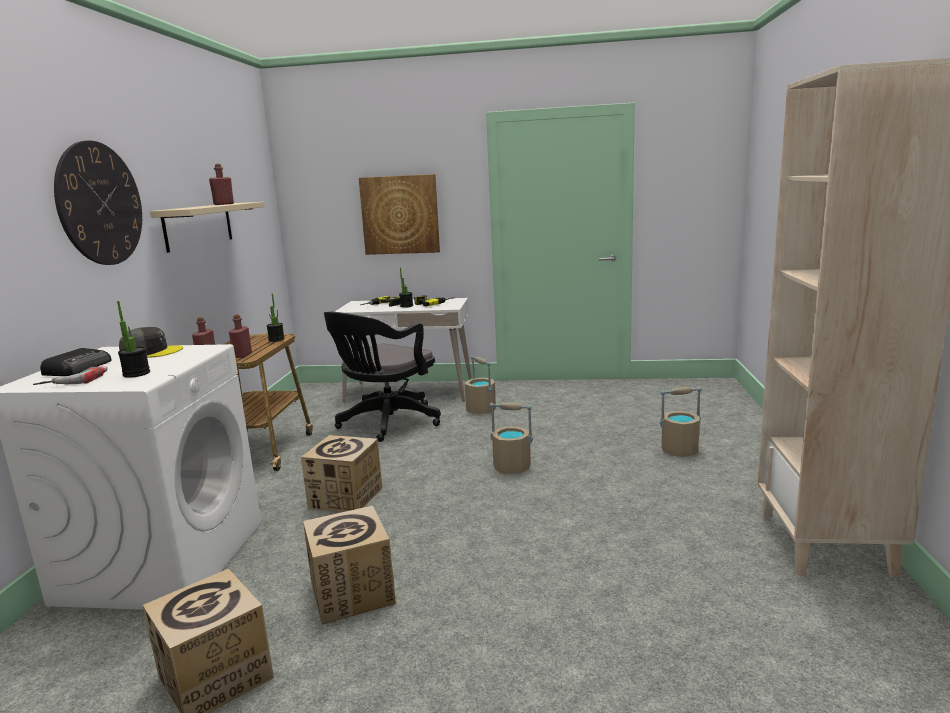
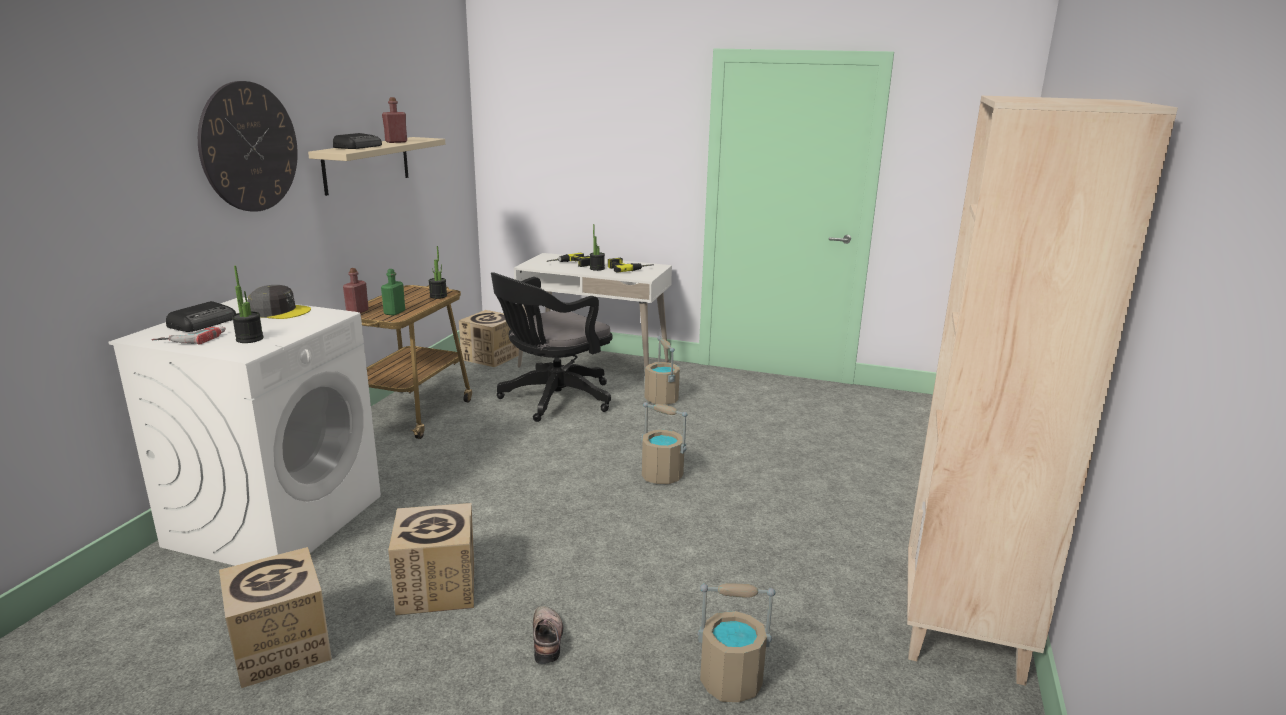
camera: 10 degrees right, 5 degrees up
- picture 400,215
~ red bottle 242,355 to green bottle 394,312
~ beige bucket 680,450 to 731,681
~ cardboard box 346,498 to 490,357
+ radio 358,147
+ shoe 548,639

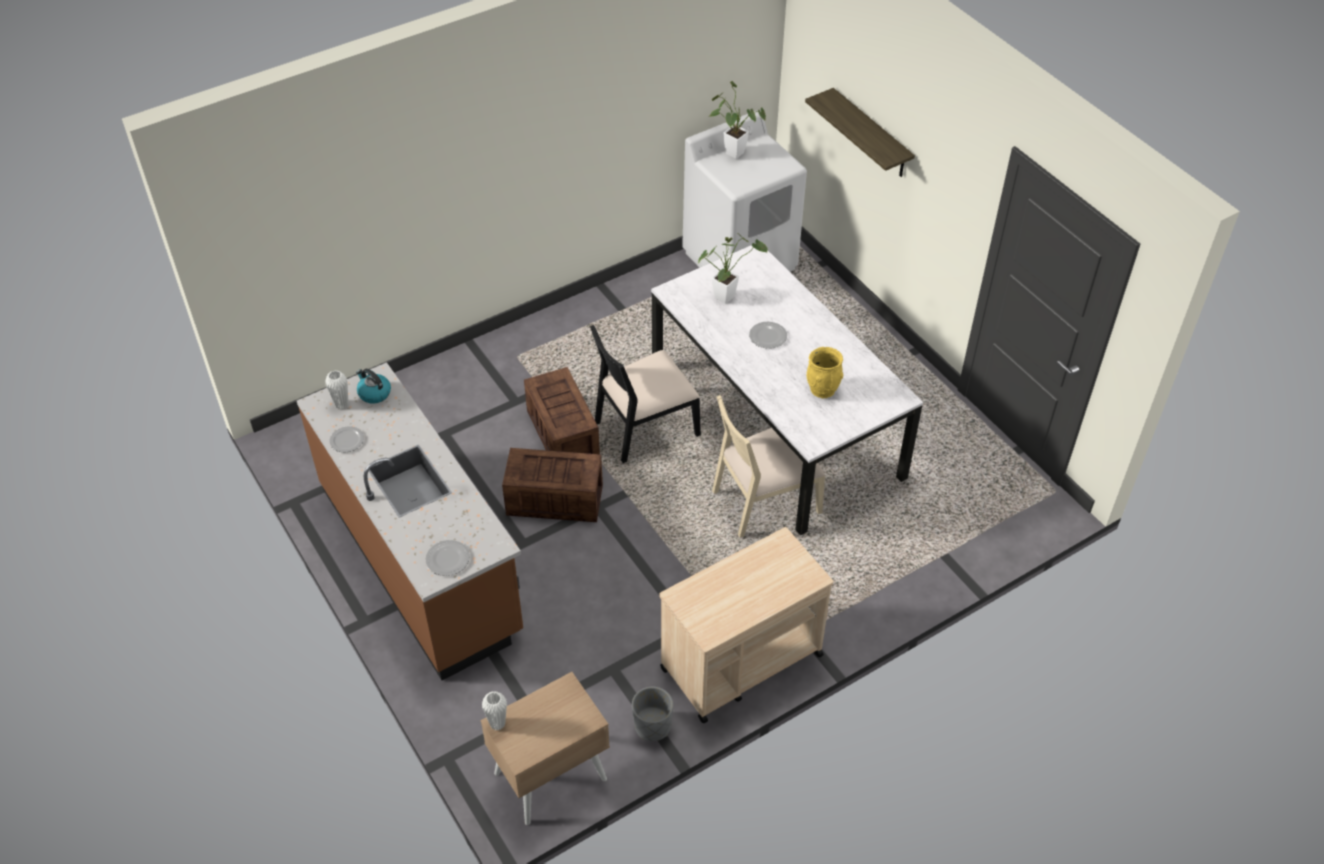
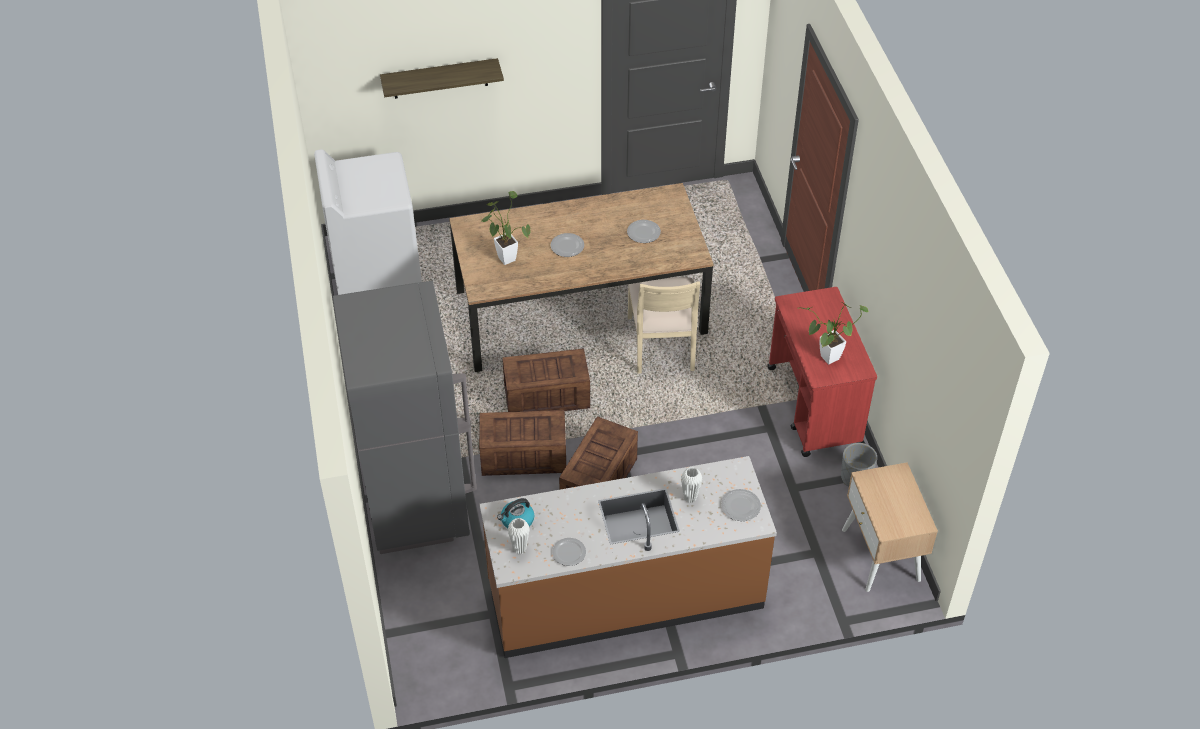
camera: 70 degrees left, 0 degrees up
~ potted plant 731,151 to 826,359
~ white dining table 774,420 to brown dining table 579,312
~ black chair 645,428 to crate 545,397
~ yellow vase 823,389 to plate 643,232
~ beige cart 740,662 to red cart 814,407
~ white vase 497,724 to 690,497
+ grey fridge 416,503

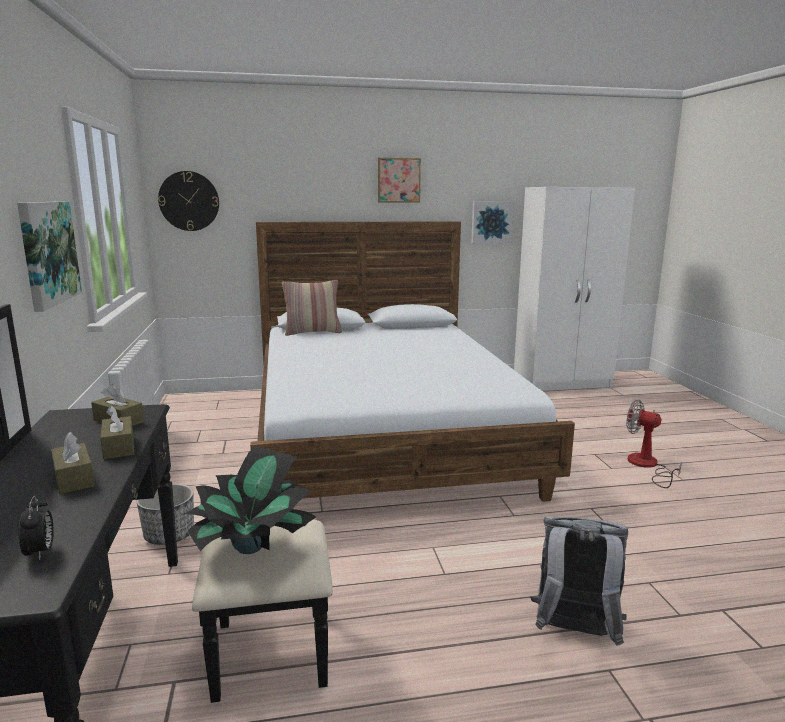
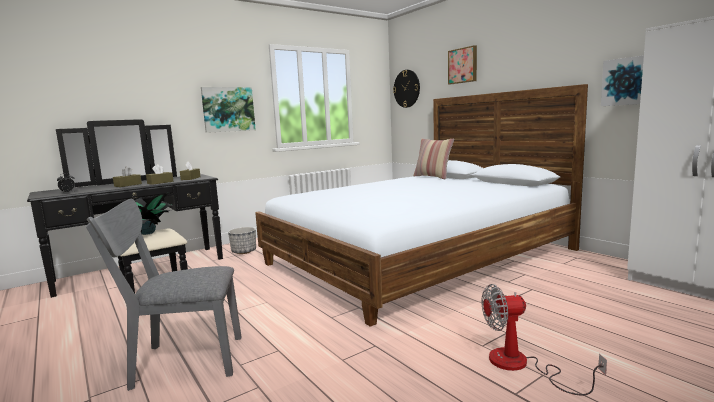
camera: 65 degrees right, 5 degrees down
~ picture 398,180 to 463,65
~ fan 647,466 = 521,365 105 degrees counterclockwise
~ grey backpack 574,633 to grey chair 180,361

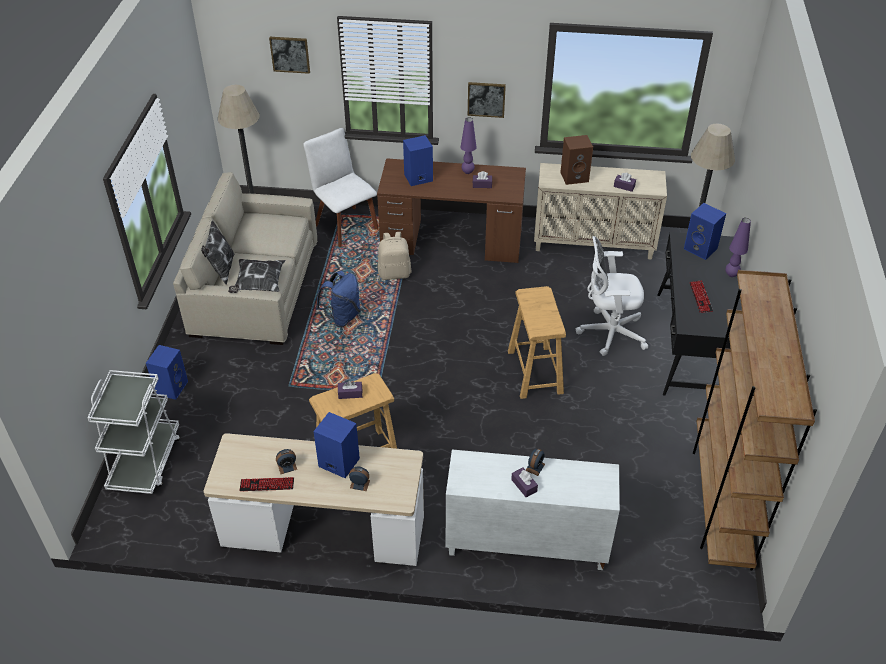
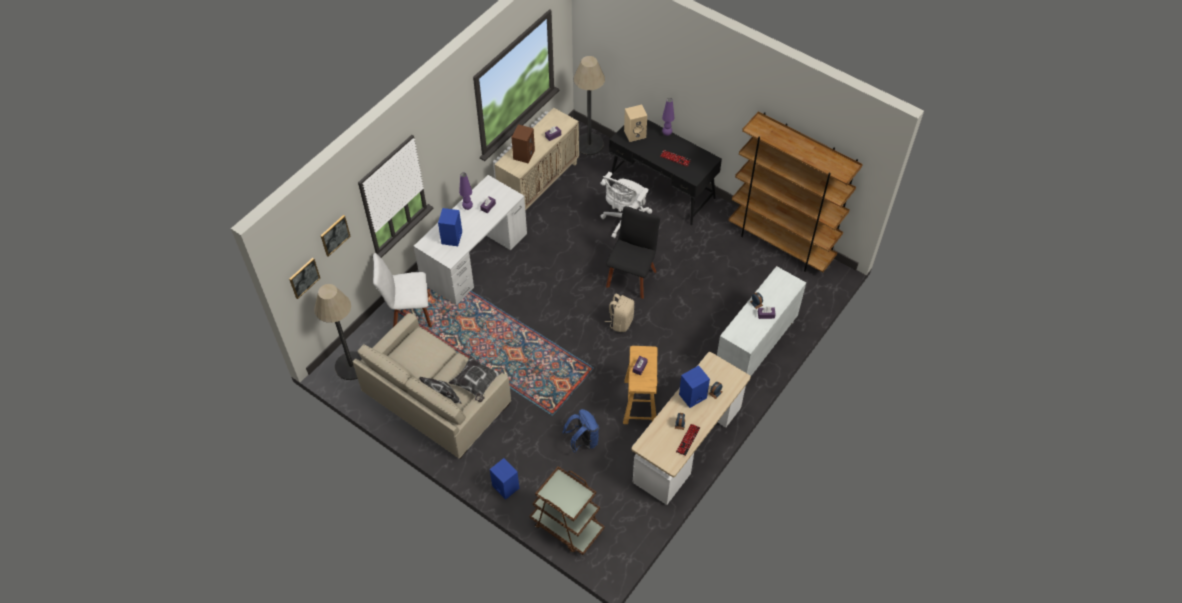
camera: 60 degrees left, 10 degrees up
~ picture 486,99 to 304,277
~ brown desk 452,240 to white desk 475,257
~ blue speaker 701,249 to beige speaker 635,133
~ beige backpack 395,273 to 620,322
~ blue backpack 342,317 to 583,441
~ beige stool 535,372 to black chair 632,276
~ white cart 145,461 to brown cart 566,525

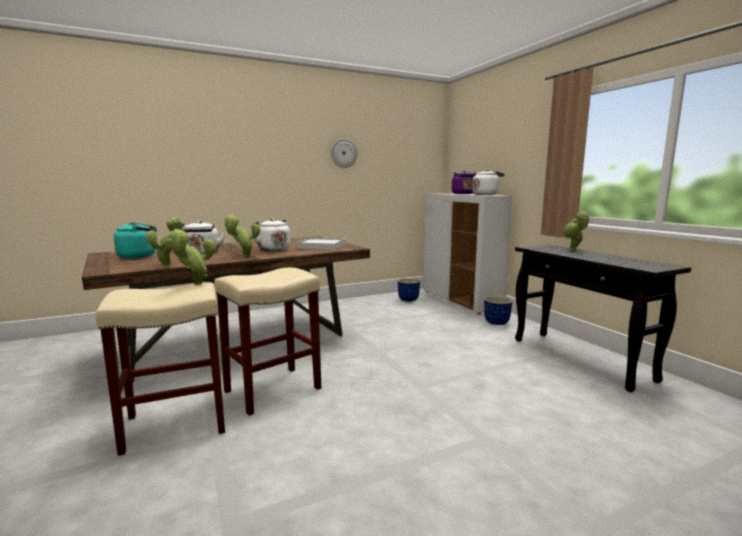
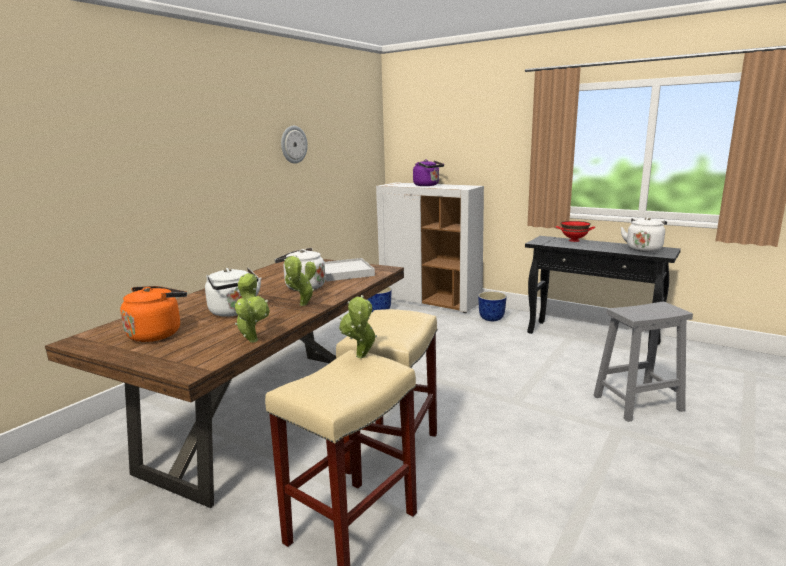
camera: 30 degrees left, 5 degrees up
~ white kettle 486,194 to 643,249
~ potted plant 573,250 to red bowl 574,240
~ turquoise kettle 139,256 to orange kettle 157,333
+ grey stool 638,402

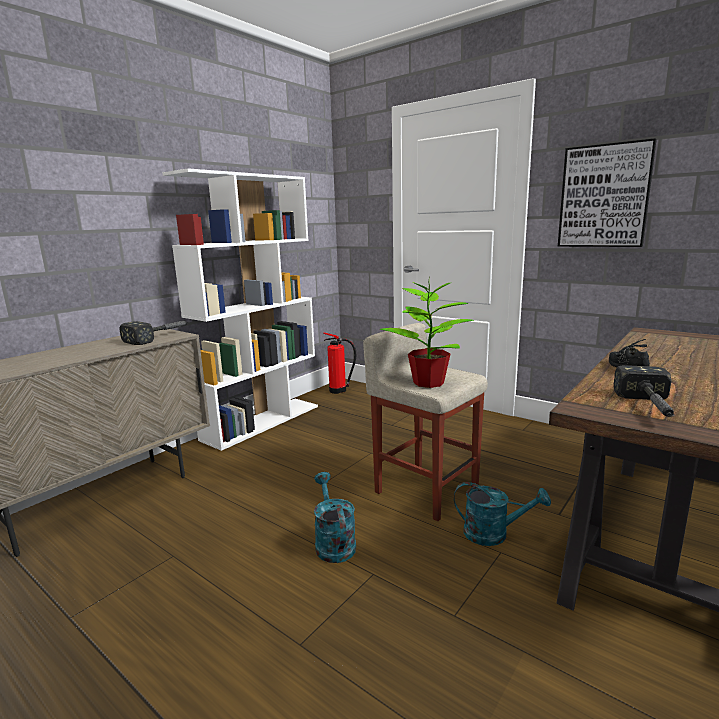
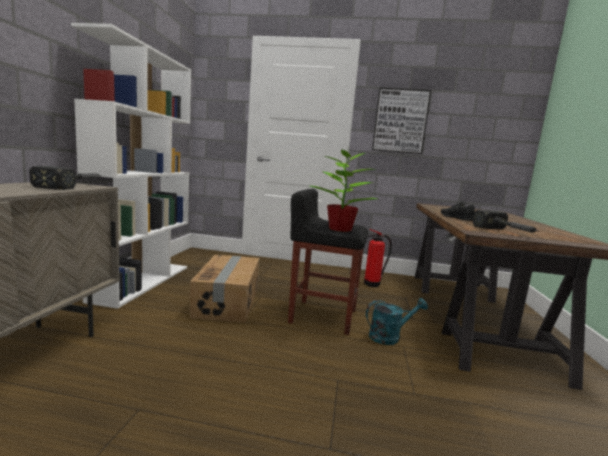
camera: 30 degrees left, 5 degrees down
~ beige stool 425,489 to black stool 322,316
~ fire extinguisher 339,390 to 373,284
- turquoise watering can 333,543
+ cardboard box 228,301

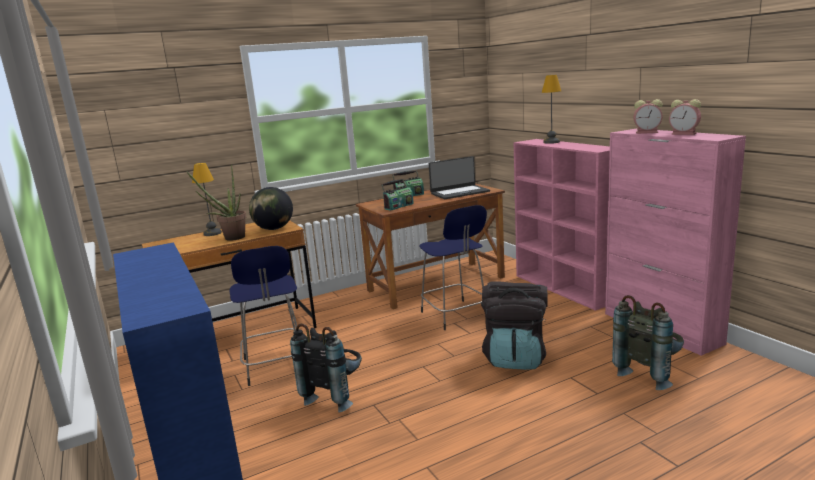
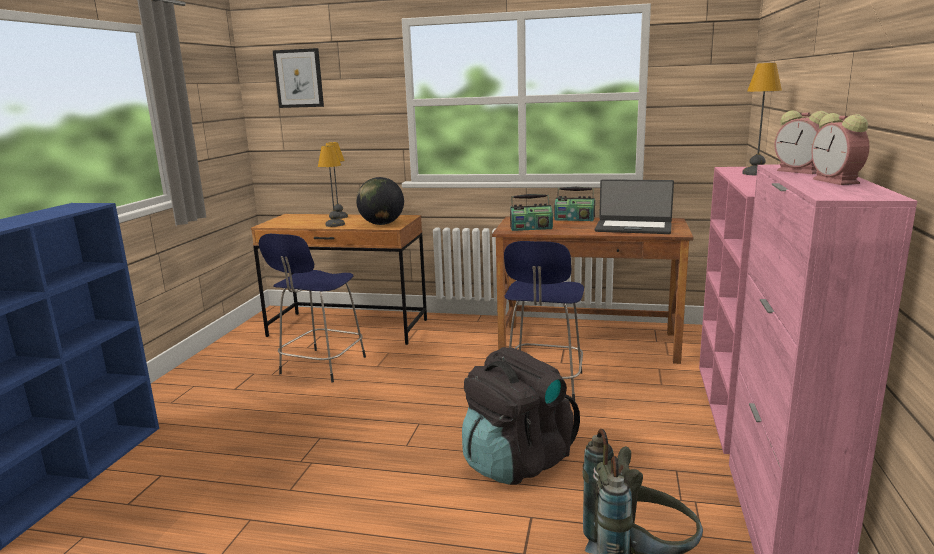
camera: 40 degrees right, 0 degrees up
~ potted plant 230,238 to table lamp 335,224
- black backpack 335,395
+ picture 299,78

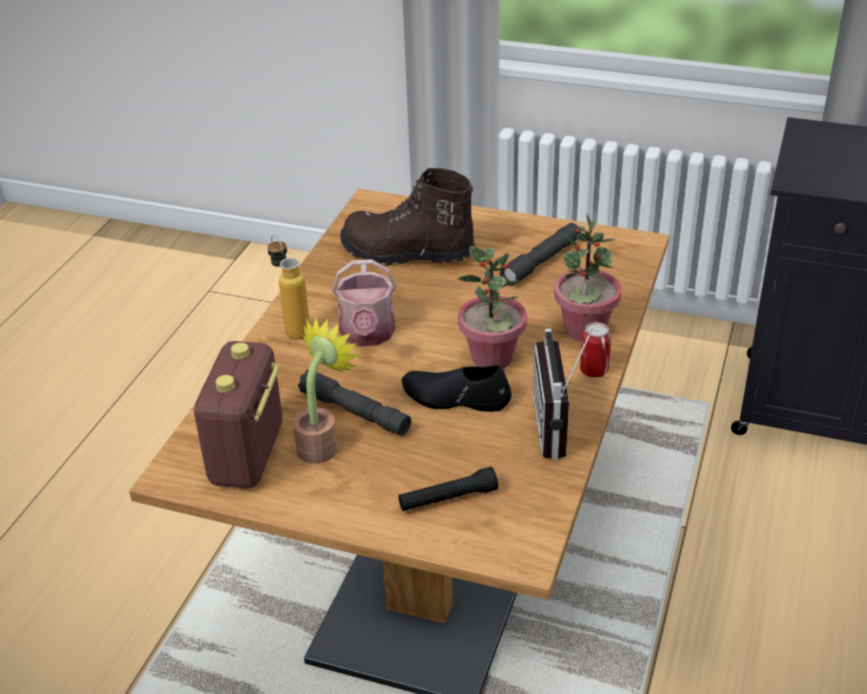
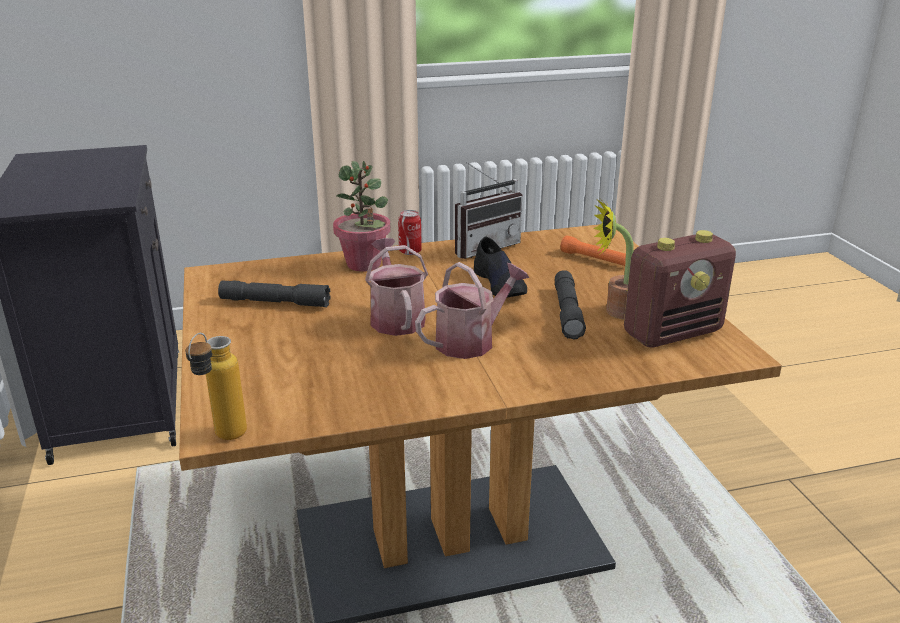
camera: 125 degrees left, 10 degrees down
- brown boot 407,254
~ bottle 292,328 to 223,439
- potted plant 492,358
~ black flashlight 448,499 to orange flashlight 594,259
+ watering can 396,317

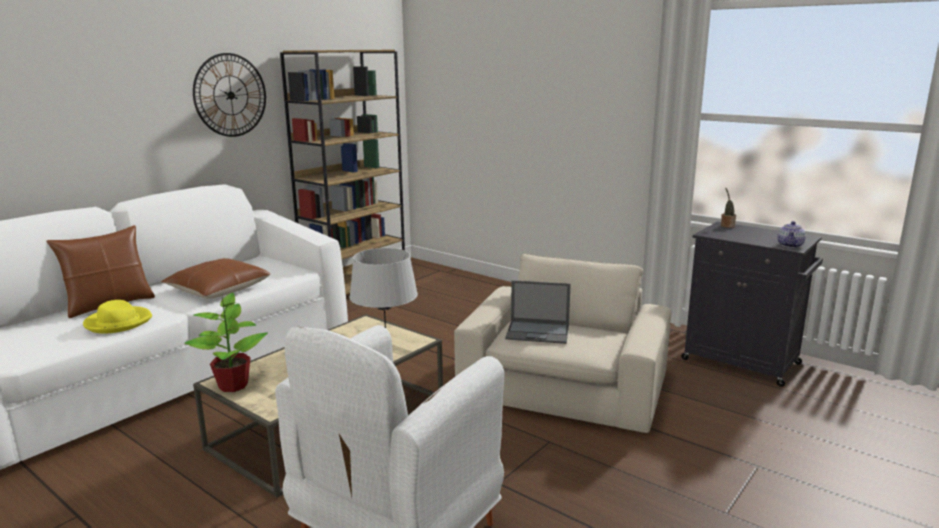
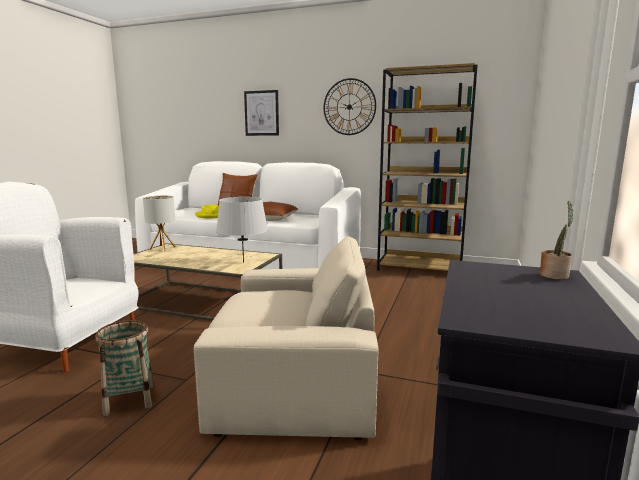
camera: 70 degrees right, 5 degrees down
- teapot 790,245
- laptop 538,332
~ potted plant 233,385 to table lamp 162,248
+ picture 261,113
+ basket 129,399

